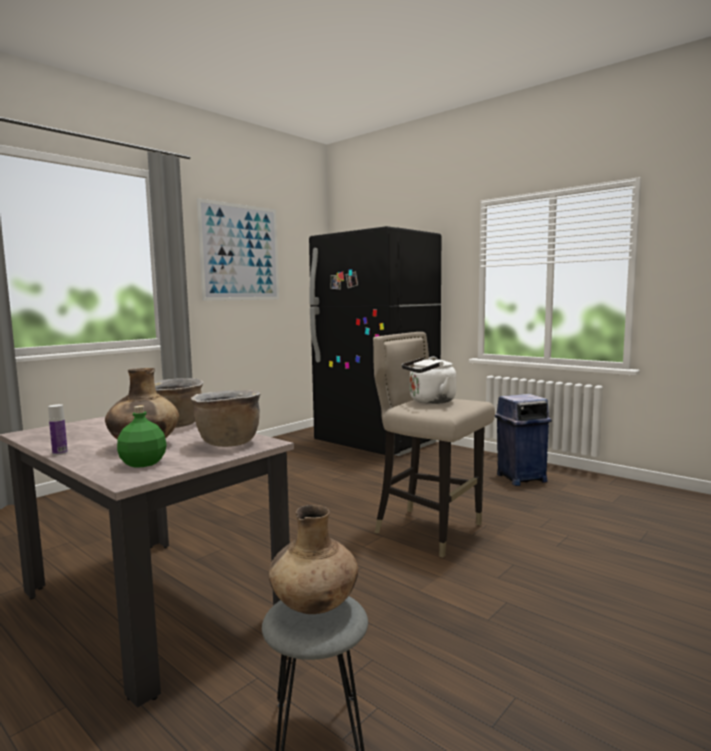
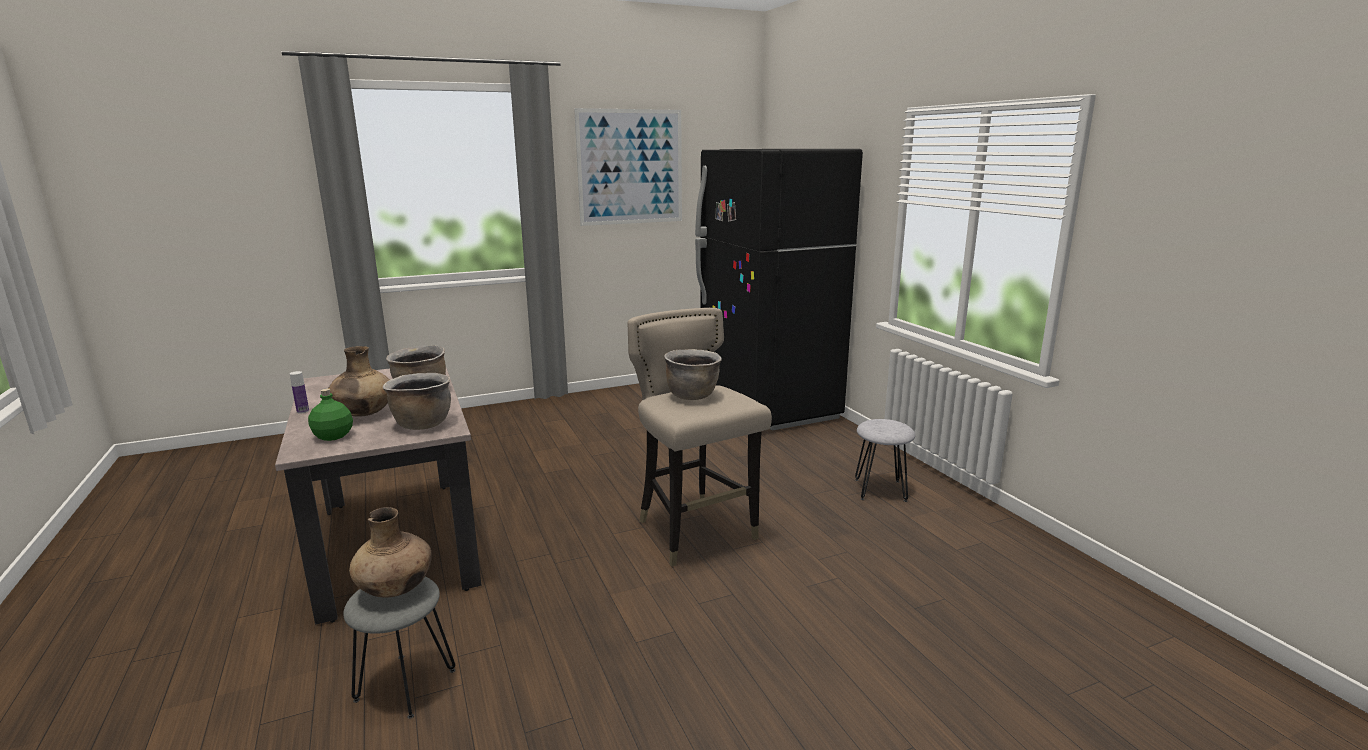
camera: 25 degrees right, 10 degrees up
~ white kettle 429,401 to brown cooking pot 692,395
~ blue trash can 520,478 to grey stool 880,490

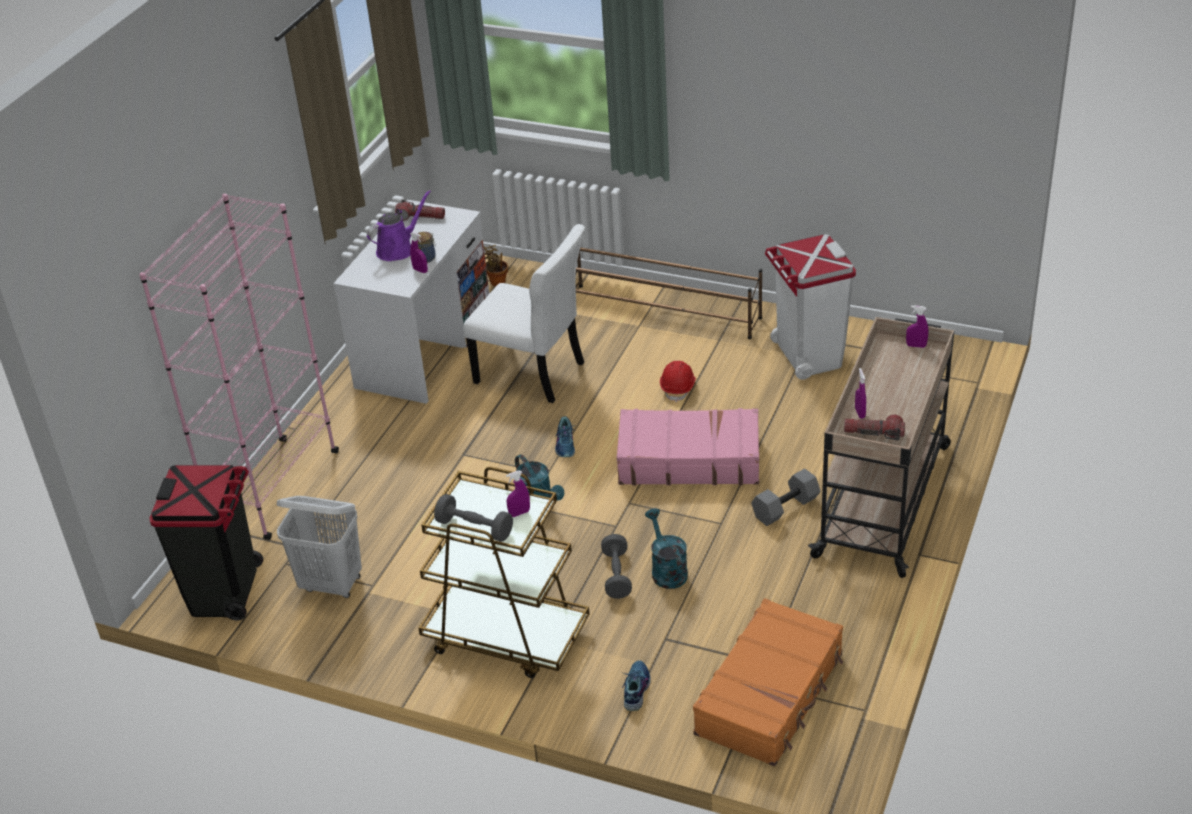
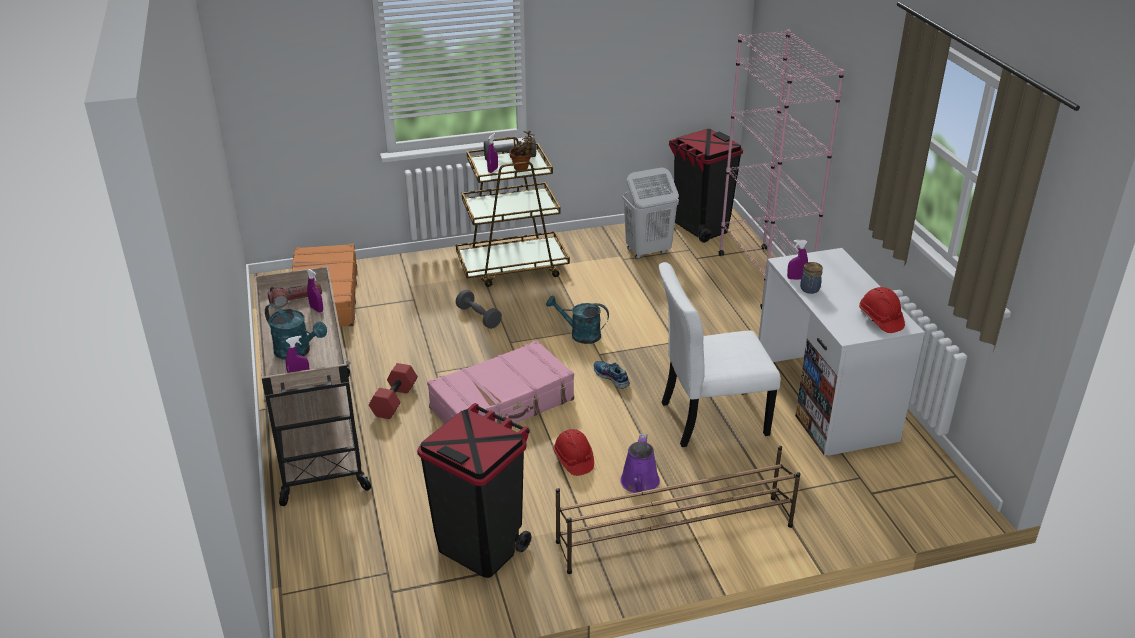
camera: 140 degrees right, 5 degrees down
~ purple watering can 398,249 to 639,484
~ flashlight 420,217 to red hard hat 880,320
~ white trash can 808,357 to black trash can 480,546
~ potted plant 497,281 to 522,168
~ grey dumbbell 785,507 to red dumbbell 395,401
~ turquoise watering can 666,570 to 297,352
- shoe 635,689

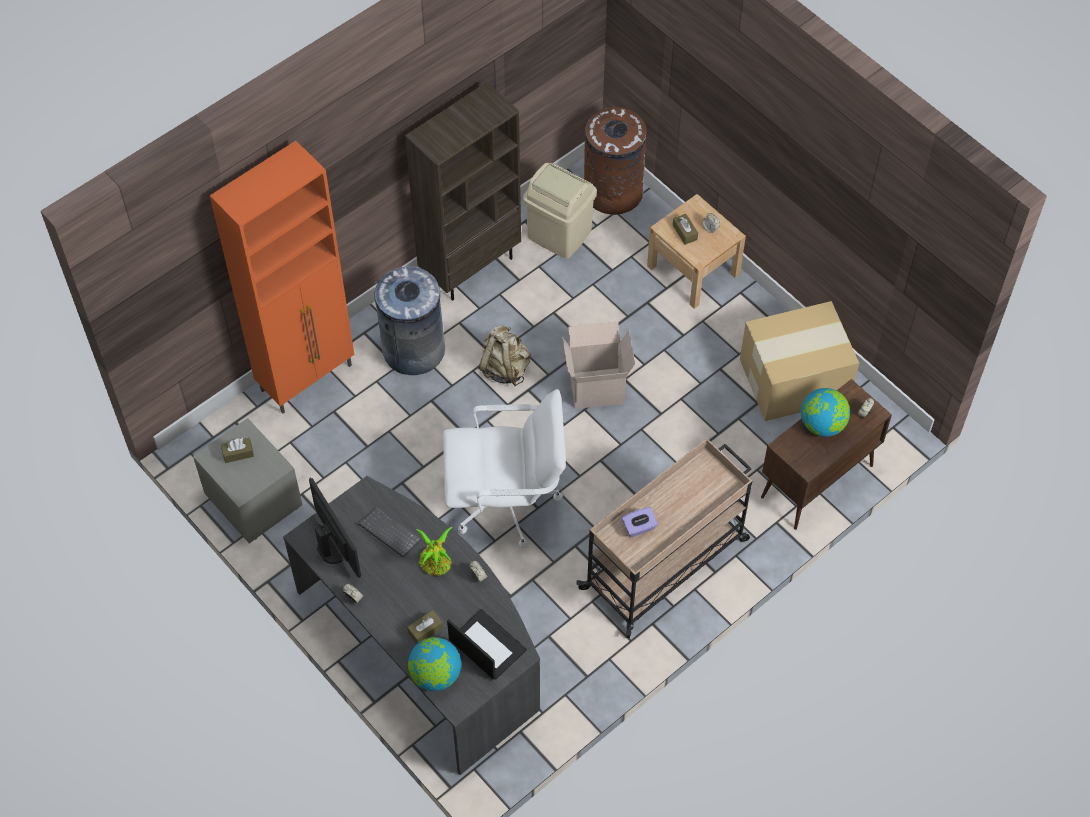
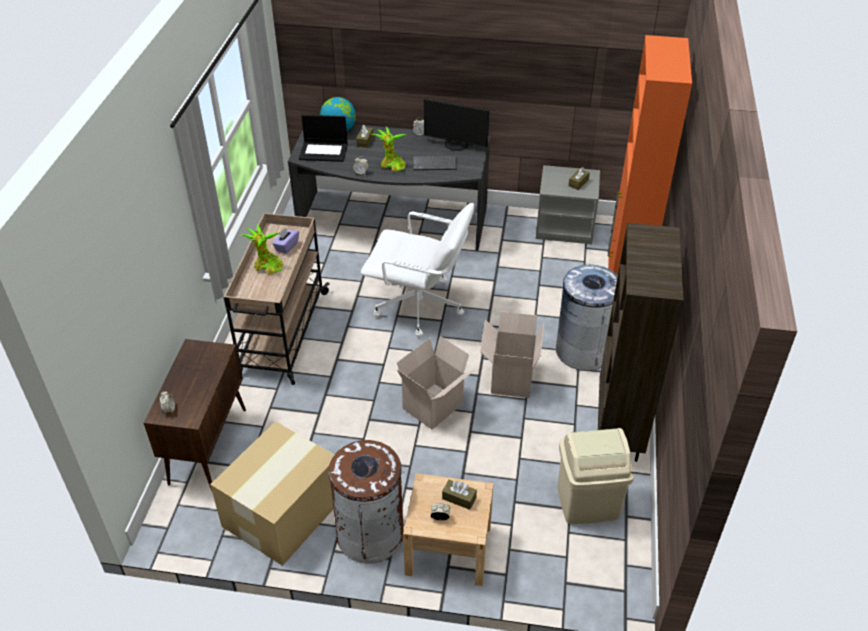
camera: 140 degrees right, 15 degrees down
~ brown trash can 613,192 to 370,534
~ beige backpack 505,368 to cardboard box 510,378
- globe 822,425
~ white office chair 506,502 = 419,307 120 degrees counterclockwise
+ potted plant 266,266

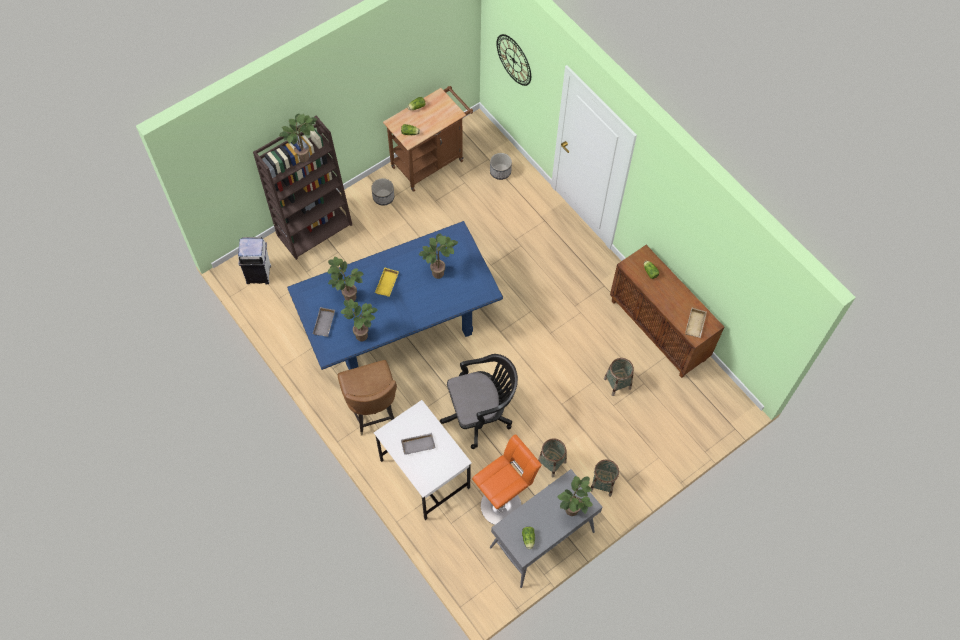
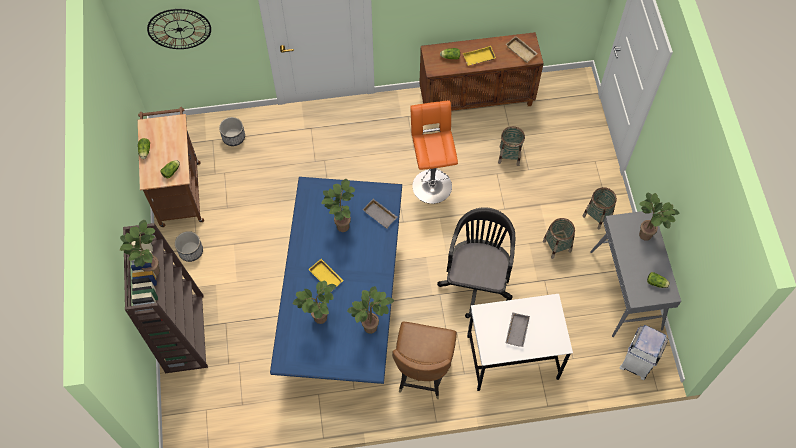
camera: 60 degrees left, 0 degrees up
~ white trash can 259,274 to 637,362
~ grey tray 325,324 to 381,215
~ brown chair 372,411 = 422,373 90 degrees clockwise
~ orange stool 503,504 to 431,183
+ yellow tray 478,58

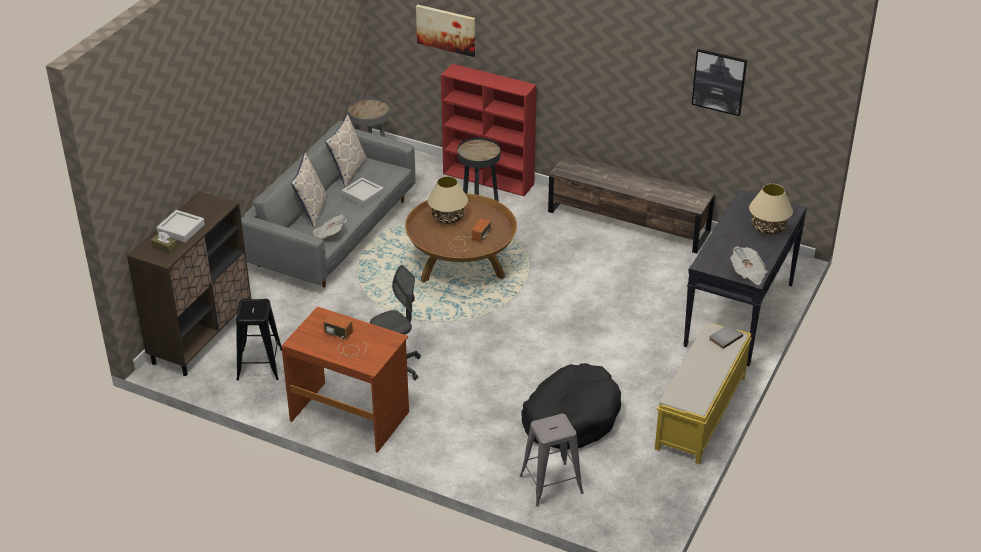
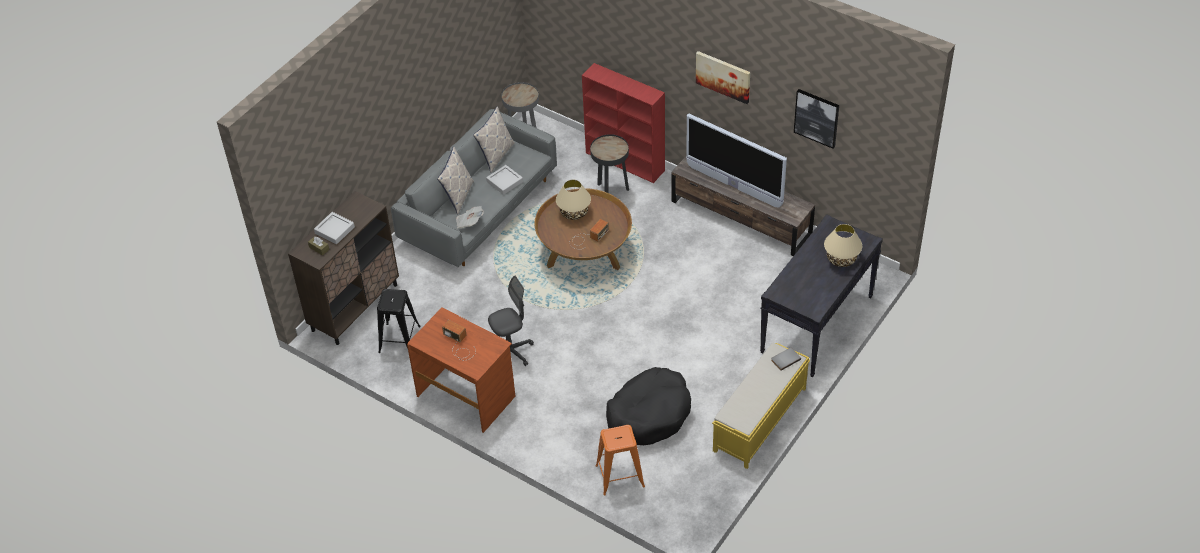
camera: 10 degrees right, 10 degrees up
~ picture 446,29 to 723,76
- newspaper 748,273
~ grey stool 551,484 to orange stool 620,476
+ television 734,186

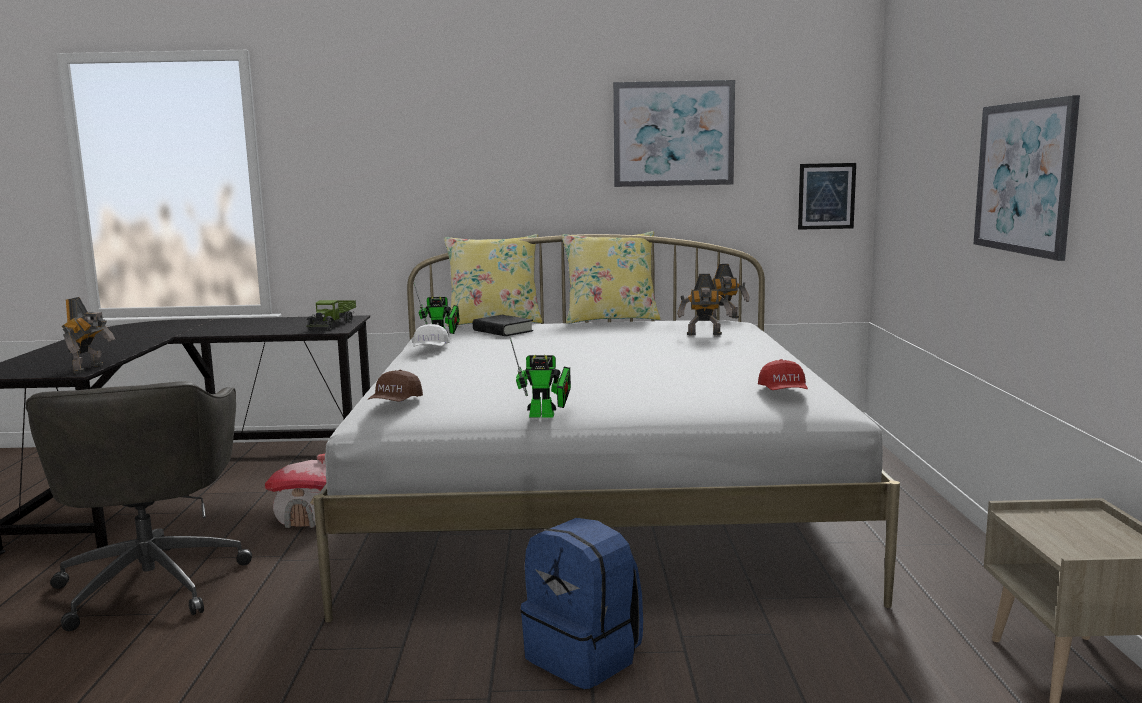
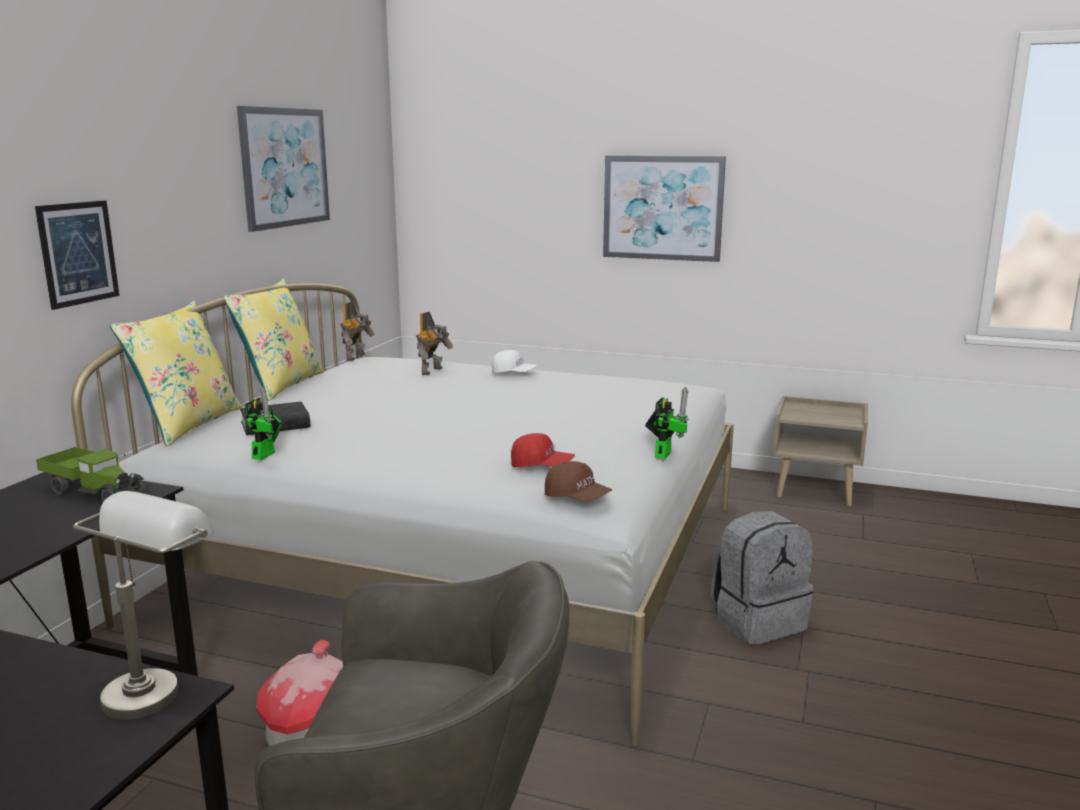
camera: 70 degrees left, 5 degrees up
~ picture 826,196 to 78,253
~ toy robot 90,368 to grey table lamp 159,683
~ white cap 430,349 to 513,373
~ red cap 783,392 to 542,466
~ blue backpack 585,657 to grey backpack 757,621

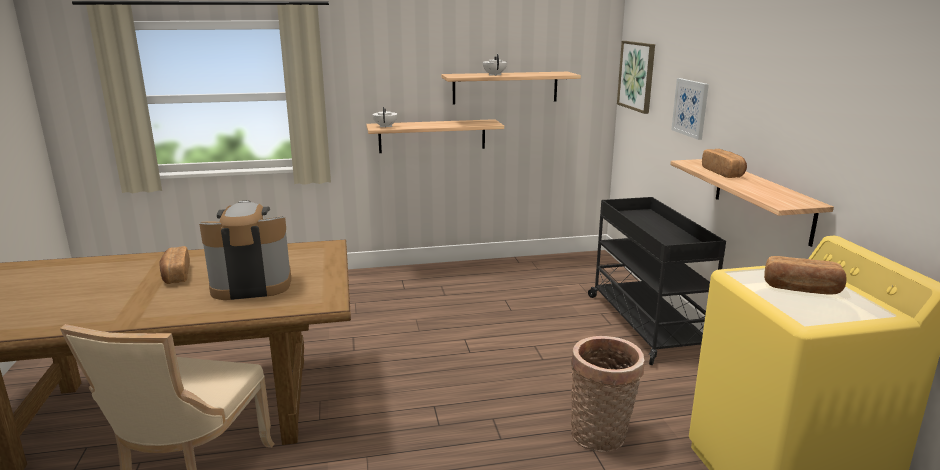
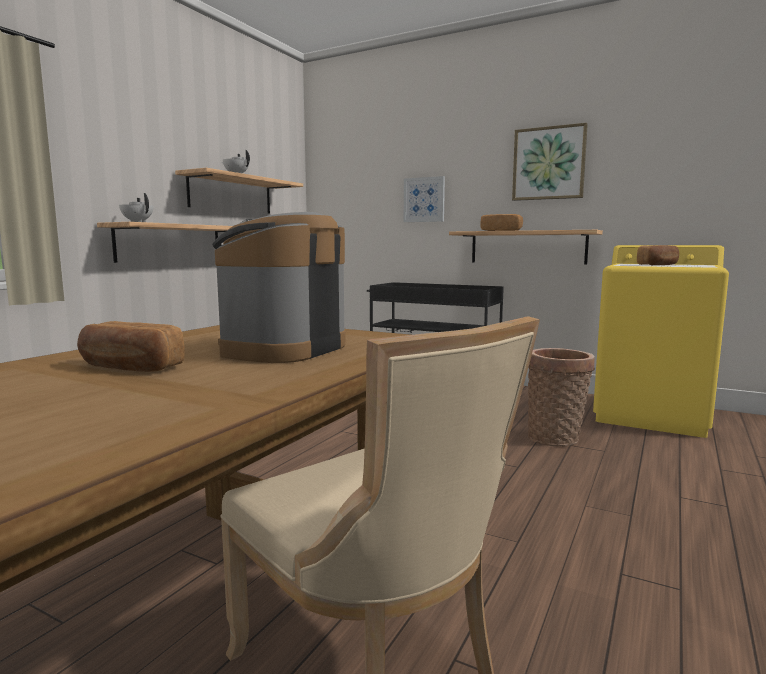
camera: 50 degrees left, 10 degrees down
~ picture 637,76 to 549,163

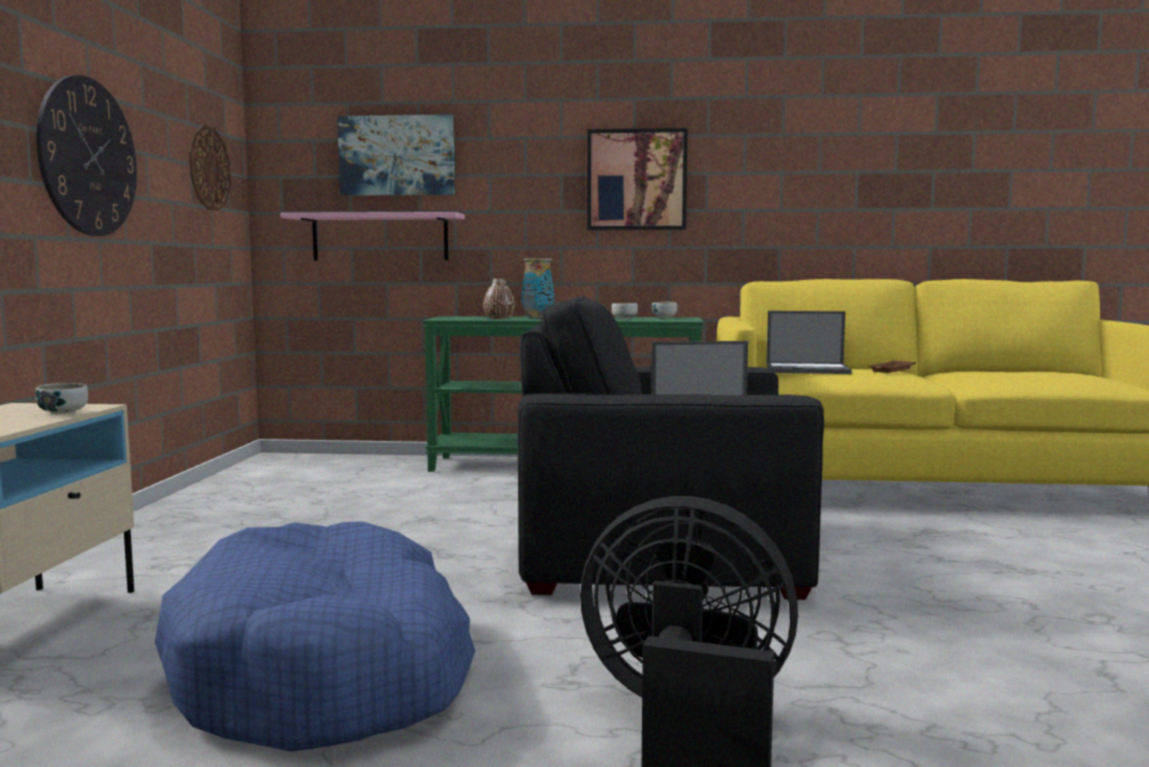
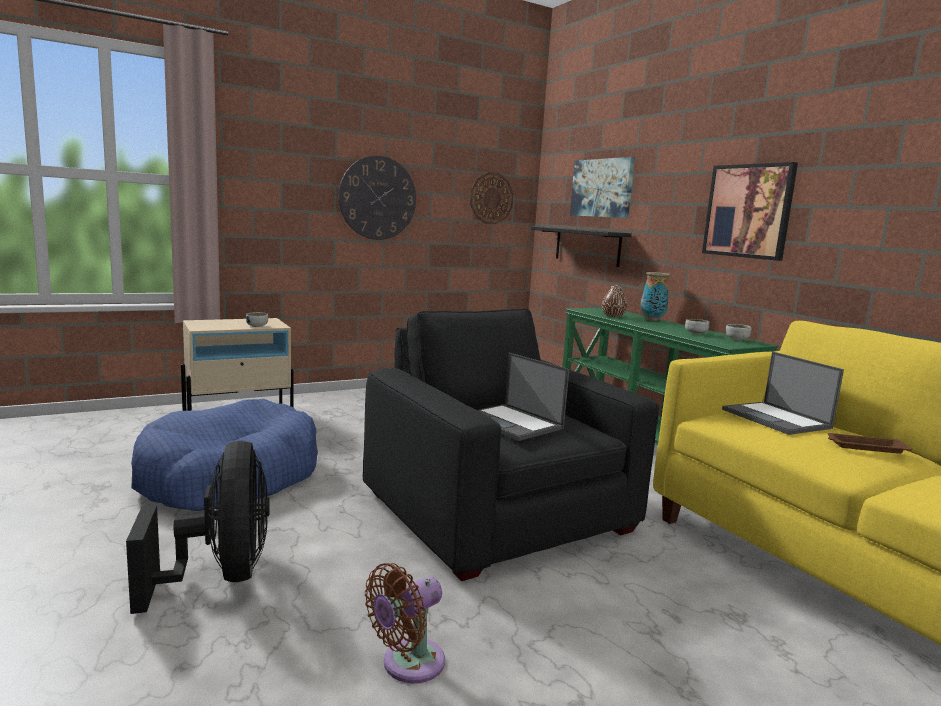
camera: 55 degrees right, 5 degrees up
~ pink shelf 380,237 to black shelf 587,246
+ brown fan 408,664

